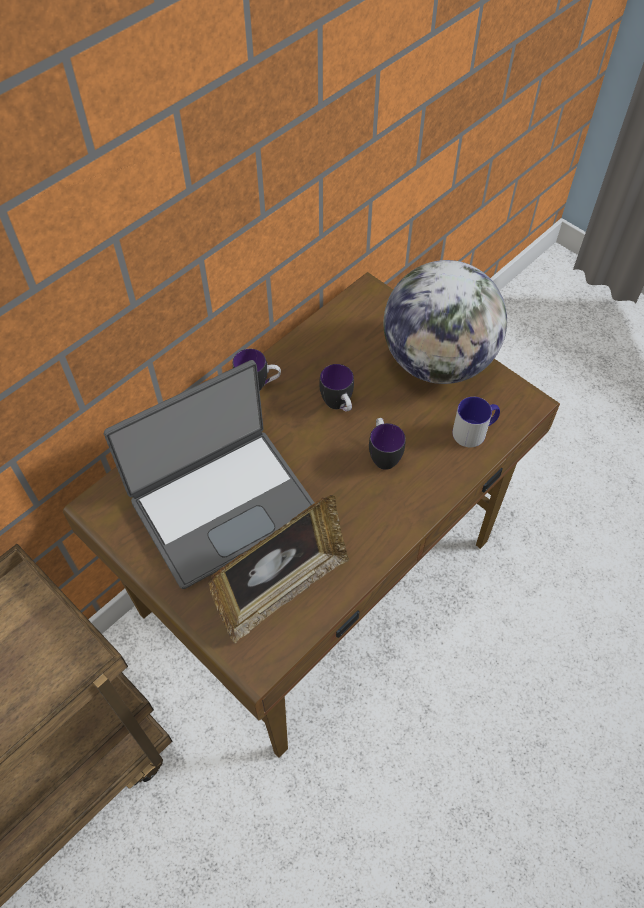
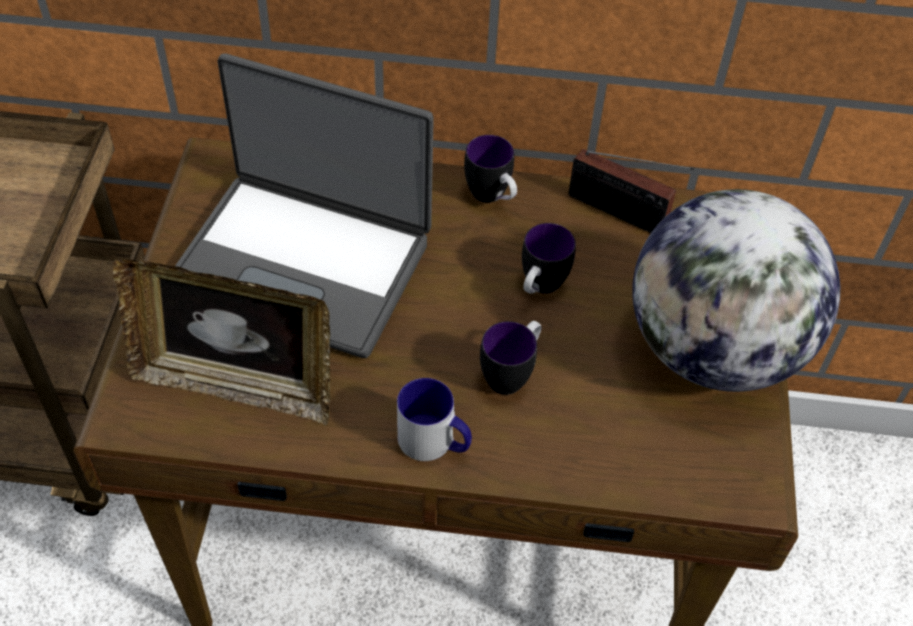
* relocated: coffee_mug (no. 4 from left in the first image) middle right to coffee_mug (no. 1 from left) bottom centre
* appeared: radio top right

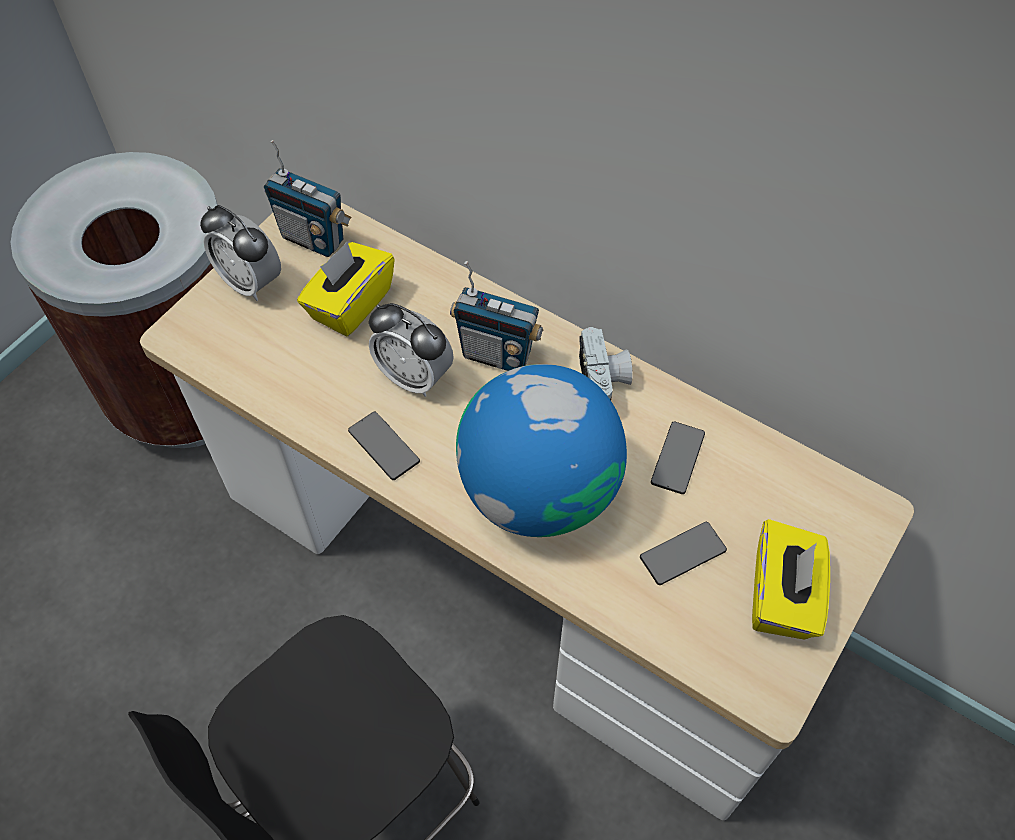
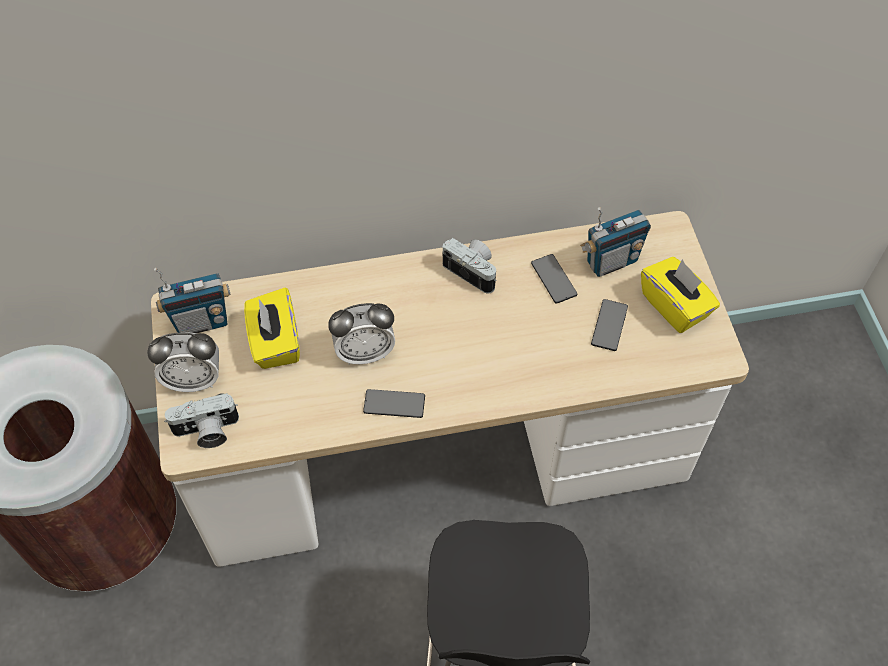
* relocated: radio (no. 2 from left) centre to middle right
* missing: desk_globe centre
* appeared: still_camera (no. 1 from left) middle left

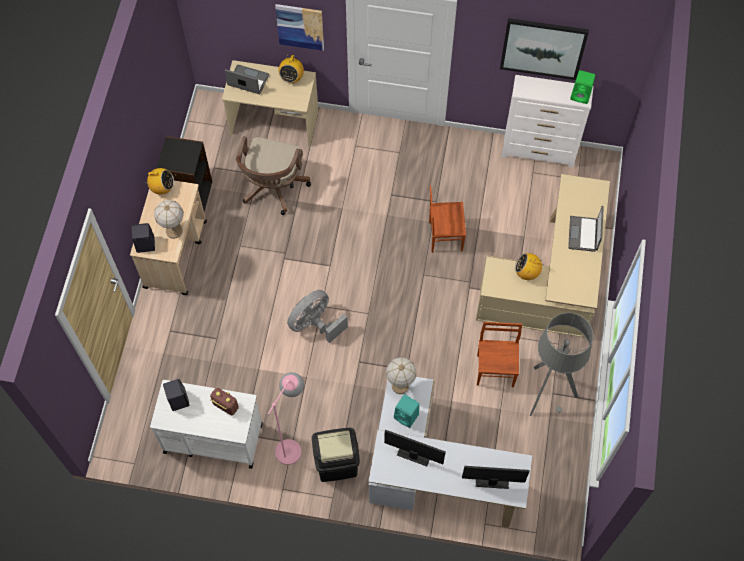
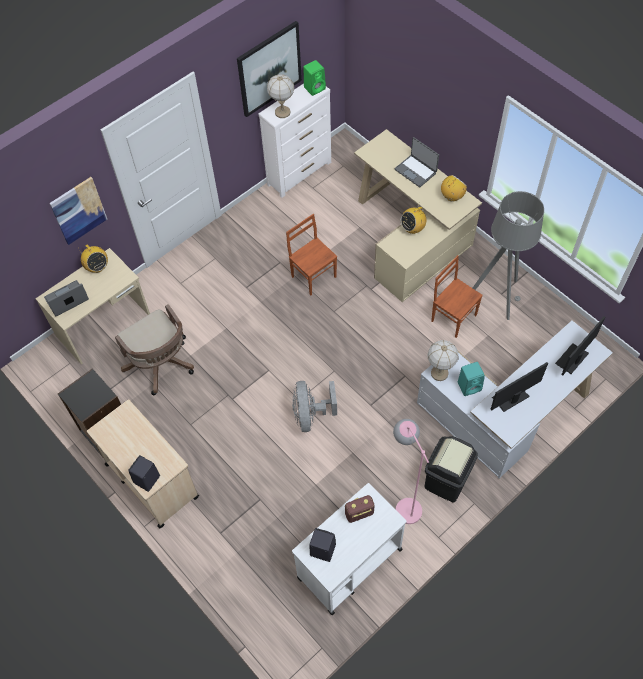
* relocated: radio (no. 1 from left in the first image) top left to radio (no. 4 from left) top right
* spun: brownish_plain_chair (no. 1 from left) centre = centre 105 degrees clockwise
* relocated: tabletop_lamp (no. 1 from left) middle left to top centre

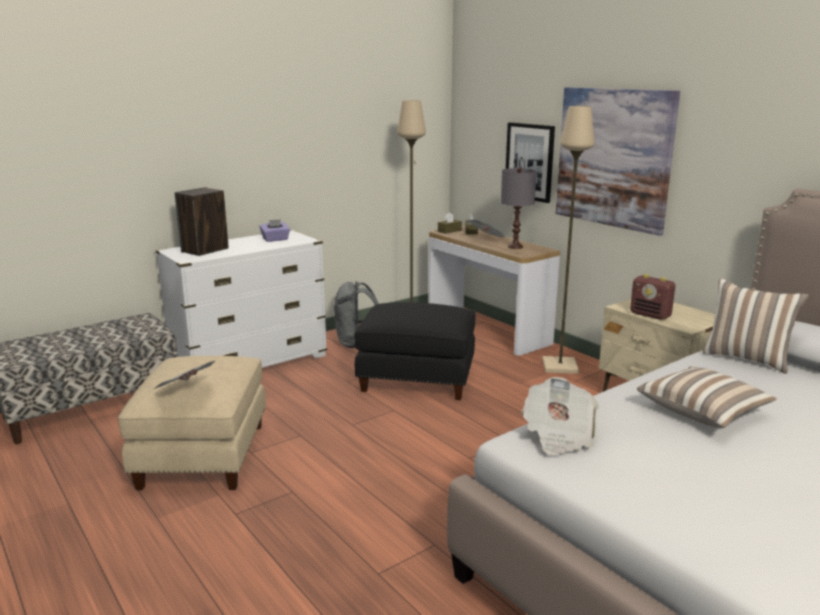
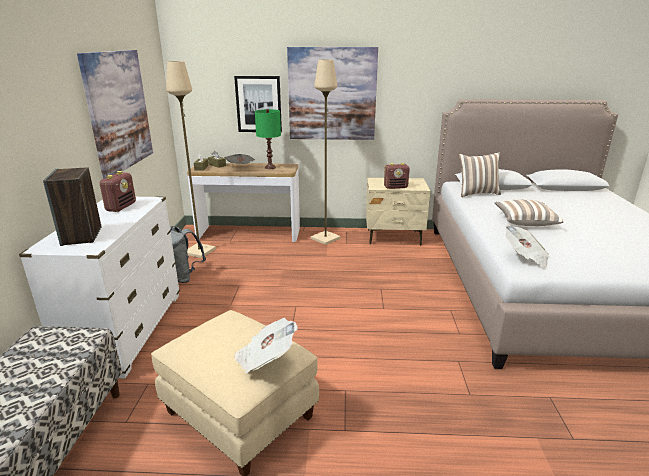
* colour: grey_tabletop_lamp centre to greenish_tabletop_lamp top centre
* exchanged: purple_tissue_box centre to radio (no. 1 from left) middle left
* missing: blackish_pouffe centre
* appeared: wall_art (no. 1 from left) top left

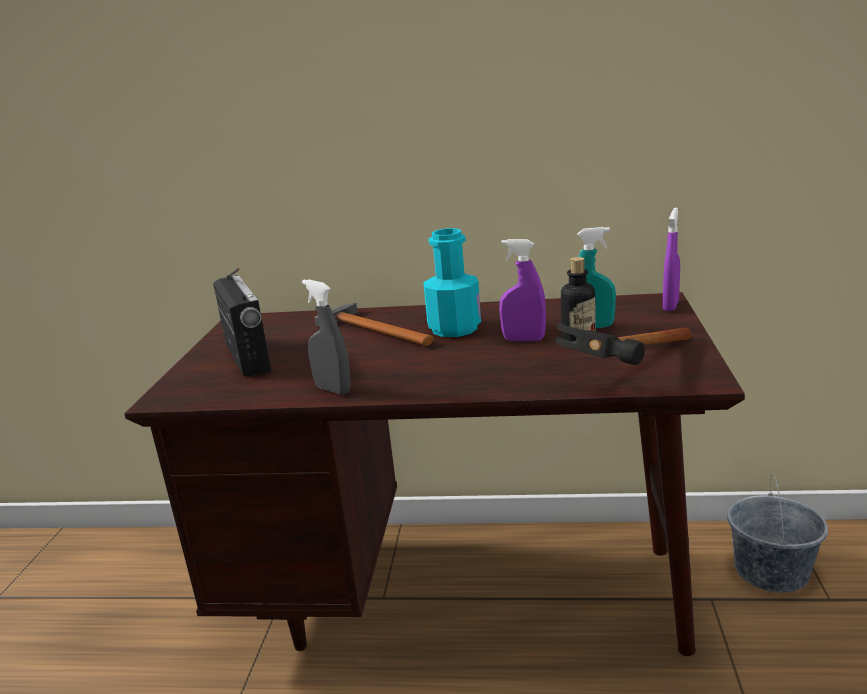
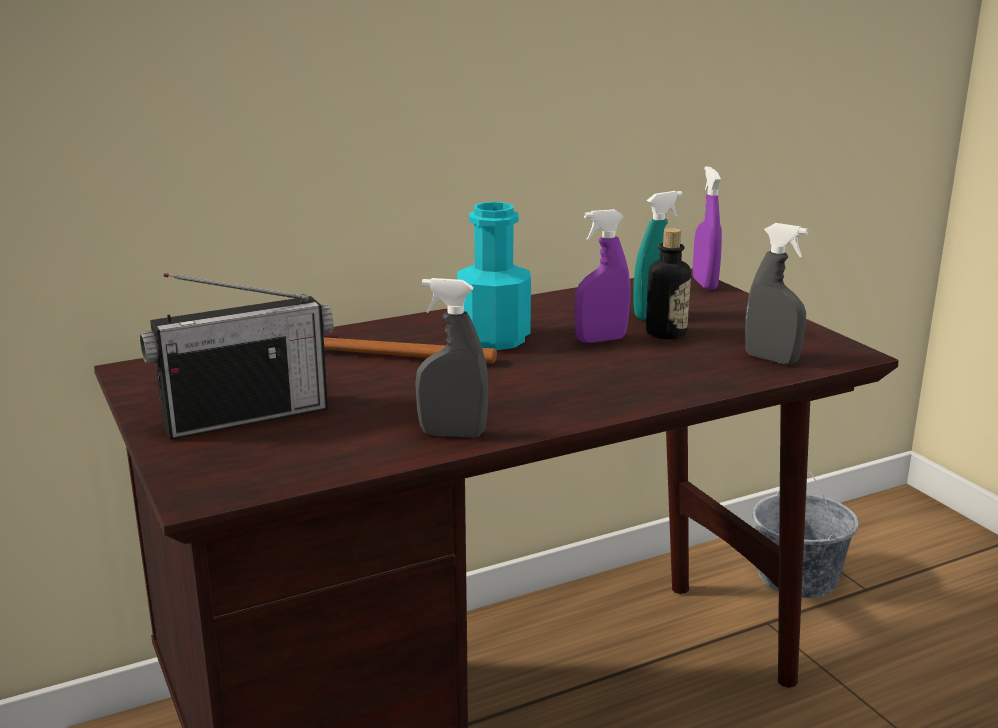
* spun: radio middle left = middle left 120 degrees clockwise
* exchanged: tool_hammer (no. 2 from left) middle right to grey_sprayer (no. 2 from left) middle right

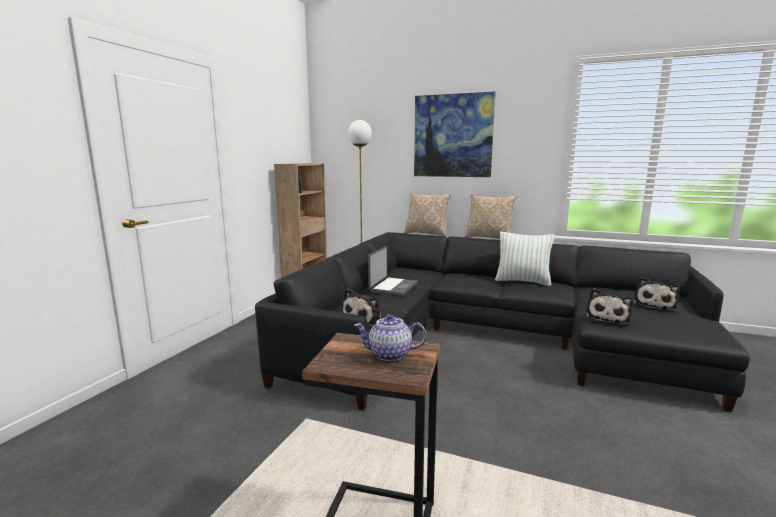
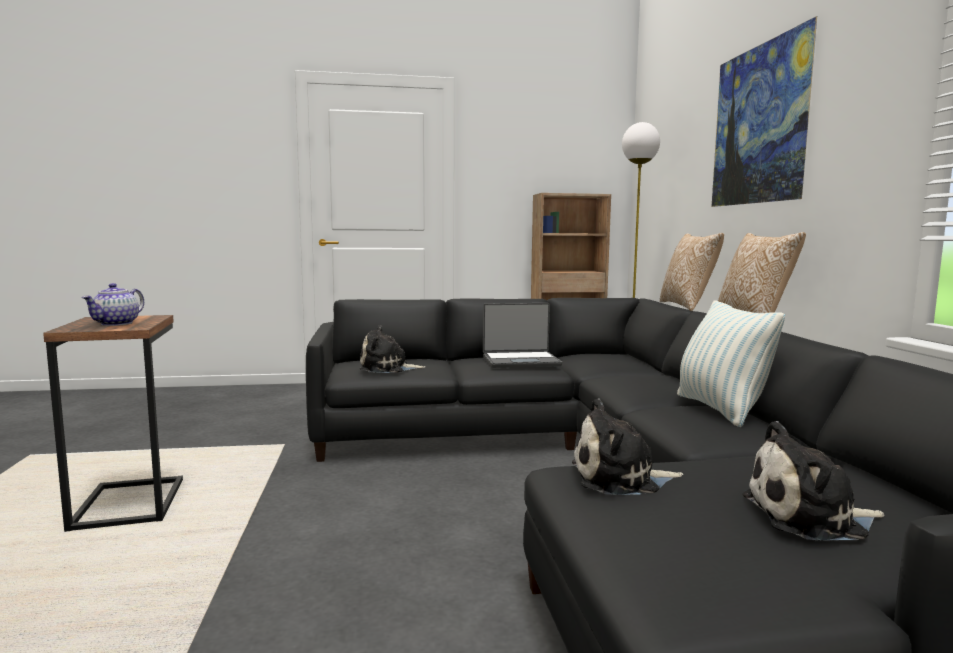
* spun: teapot centre = middle left 135 degrees counterclockwise

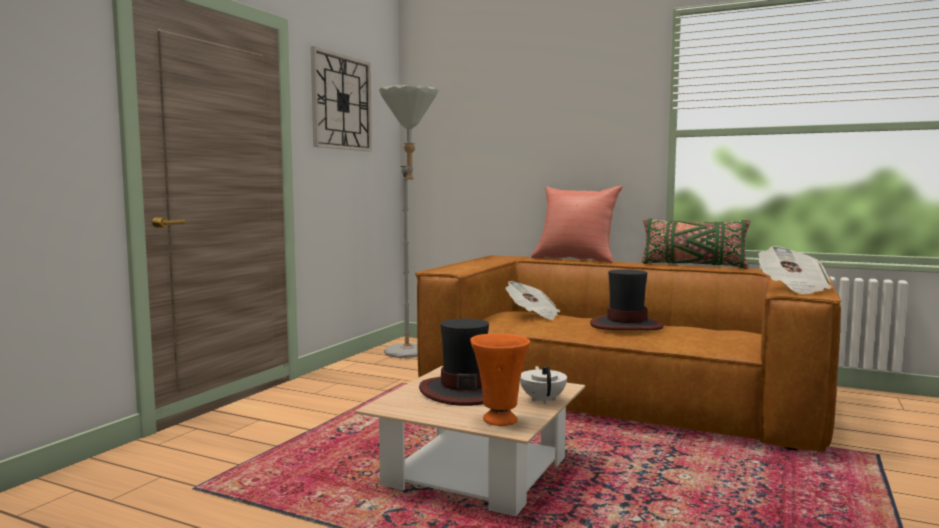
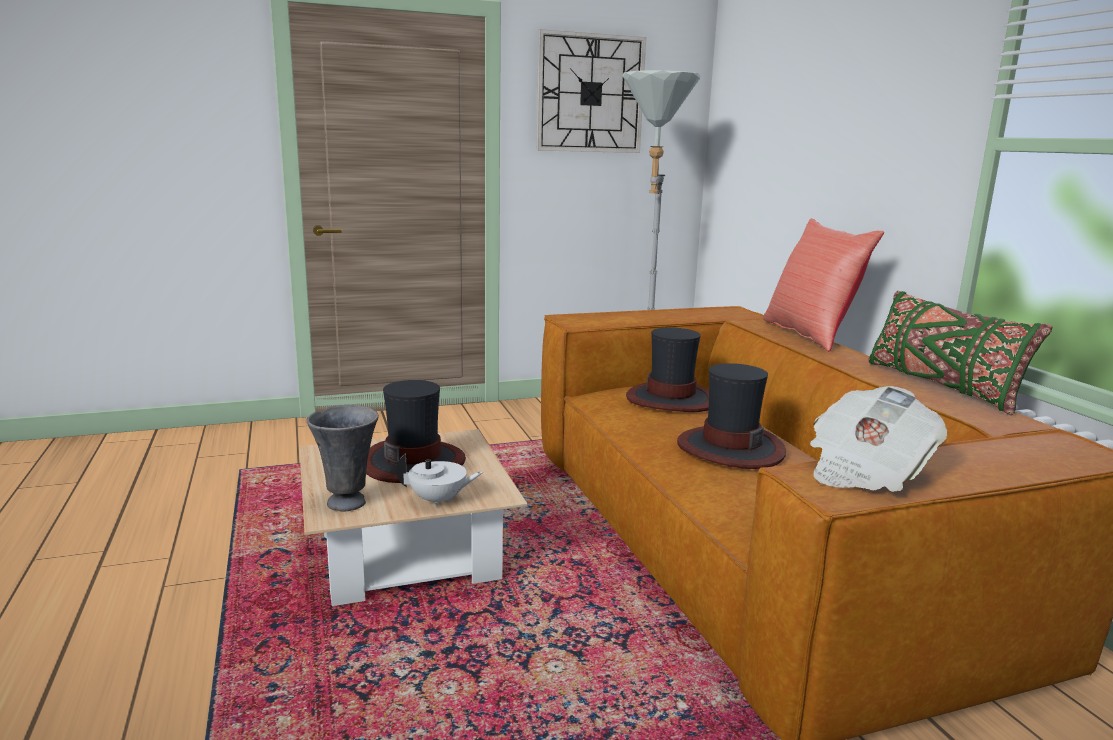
* exchanged: daily_paper (no. 1 from left) centre to clothing_hat (no. 2 from left) centre
* colour: orange-coloured_vase bottom centre to grey_vase middle left
* spun: whitish_teapot bottom centre = centre 45 degrees clockwise

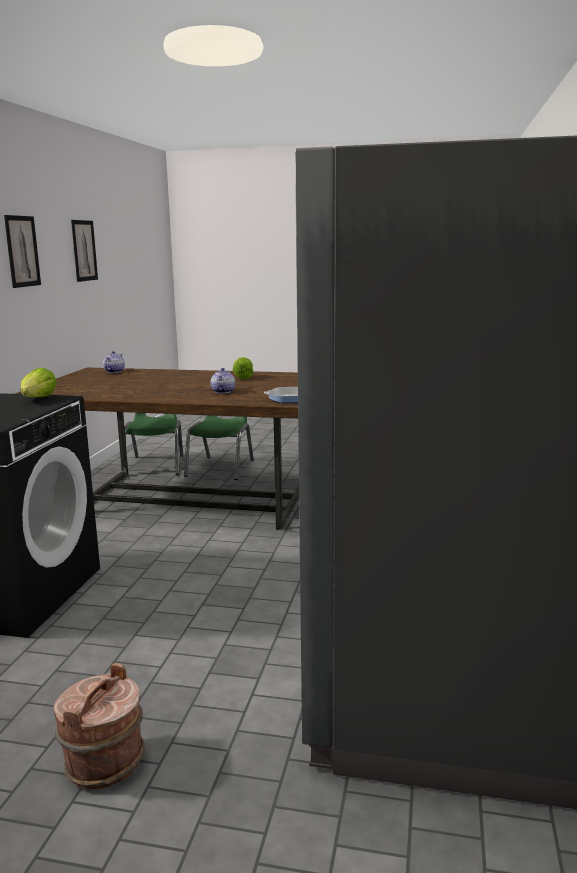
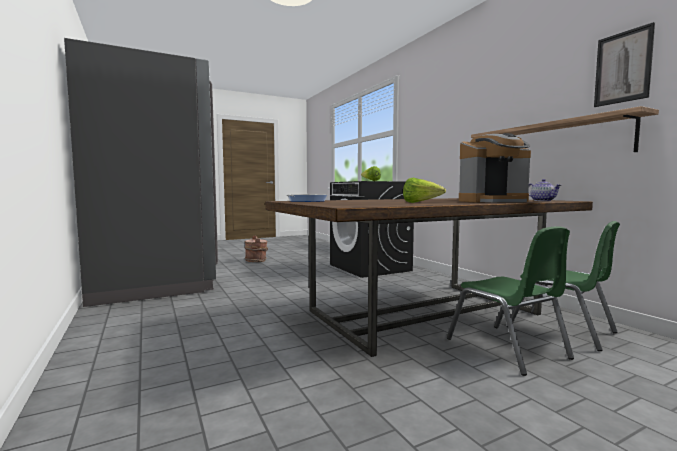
* missing: wall_art (no. 1 from left) top left
* missing: teapot (no. 2 from left) centre
* appeared: bracket_shelf top right
* appeared: coffee_machine middle right

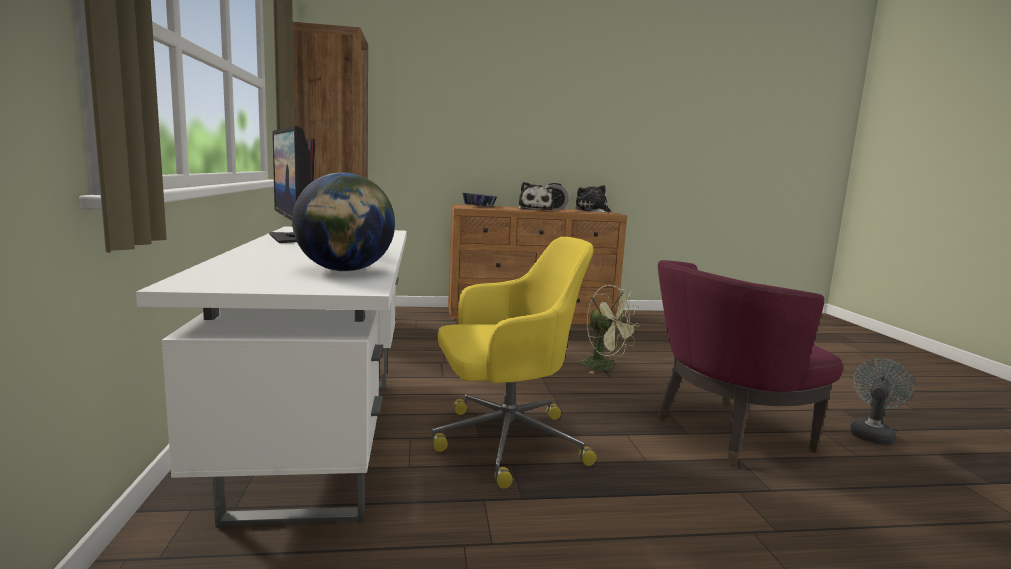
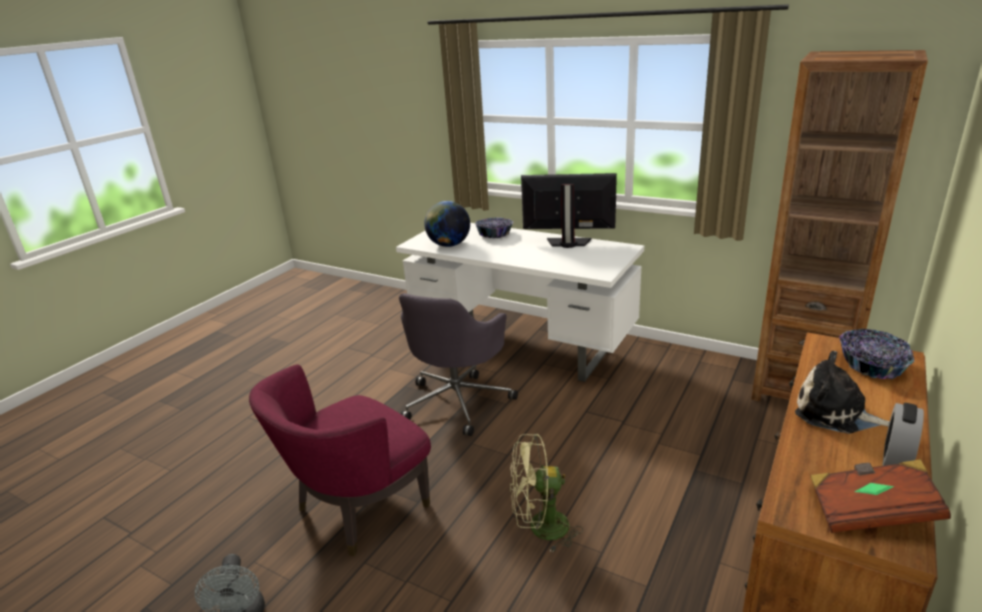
* exchanged: plush_toy (no. 2 from left) centre to brownish_book bottom right
* colour: yellowish_computer_chair centre to grey_computer_chair centre
* spun: purple_lounge_chair middle right = bottom centre 150 degrees counterclockwise
* appeared: deep_dish (no. 1 from left) centre

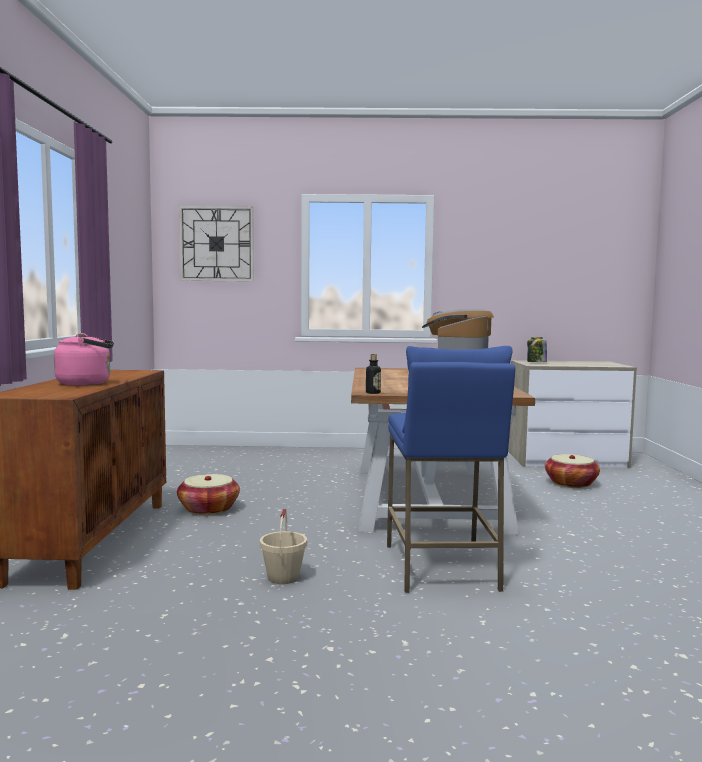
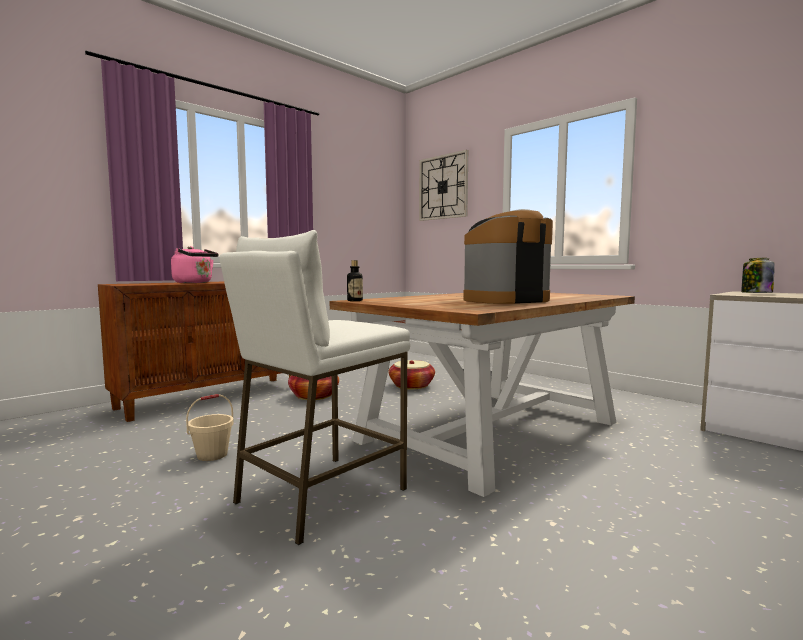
* colour: bluish_stool_seat centre to whitish_stool_seat centre
* relocated: basket (no. 2 from left) middle right to centre

